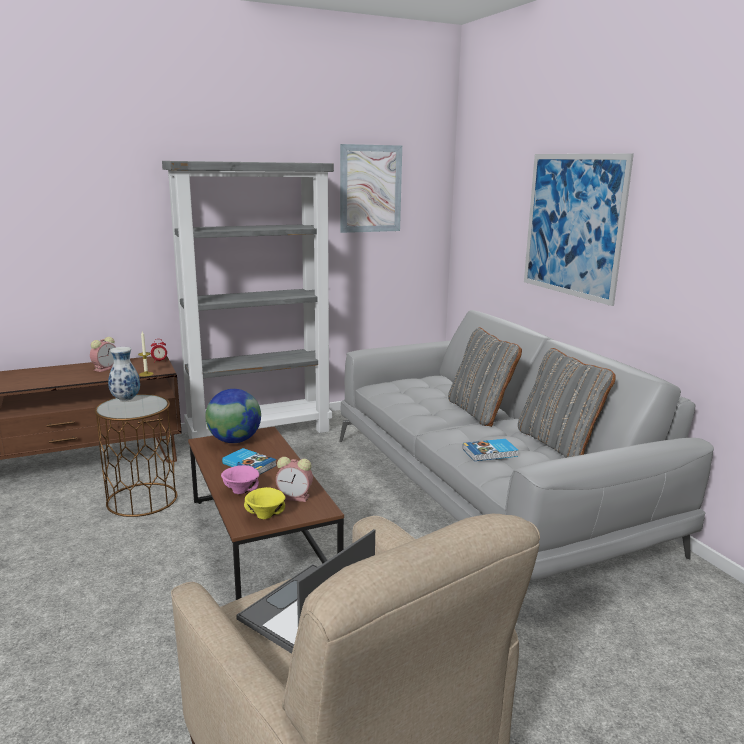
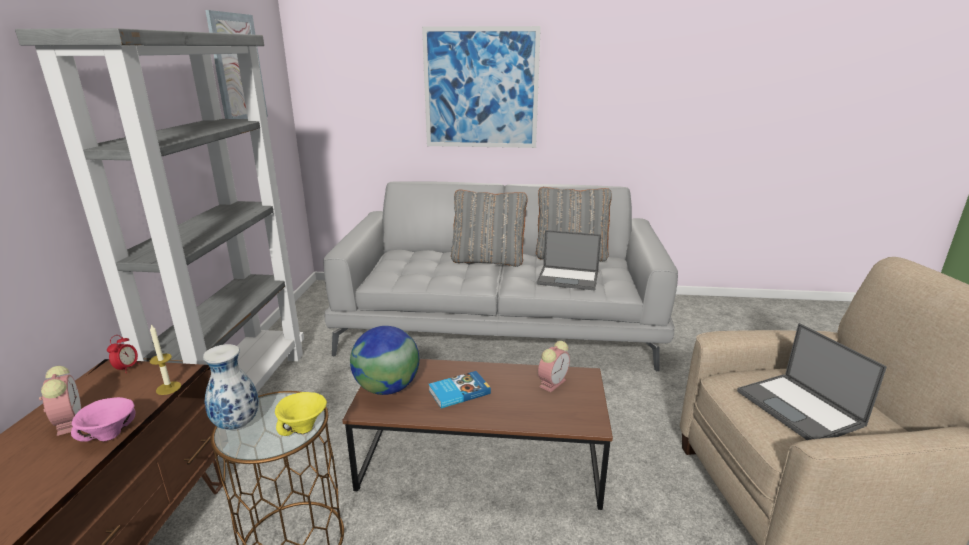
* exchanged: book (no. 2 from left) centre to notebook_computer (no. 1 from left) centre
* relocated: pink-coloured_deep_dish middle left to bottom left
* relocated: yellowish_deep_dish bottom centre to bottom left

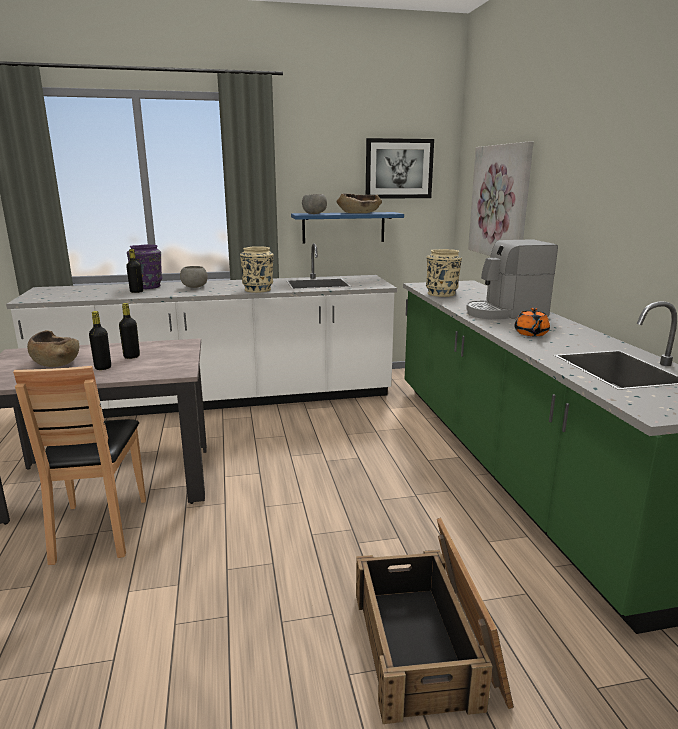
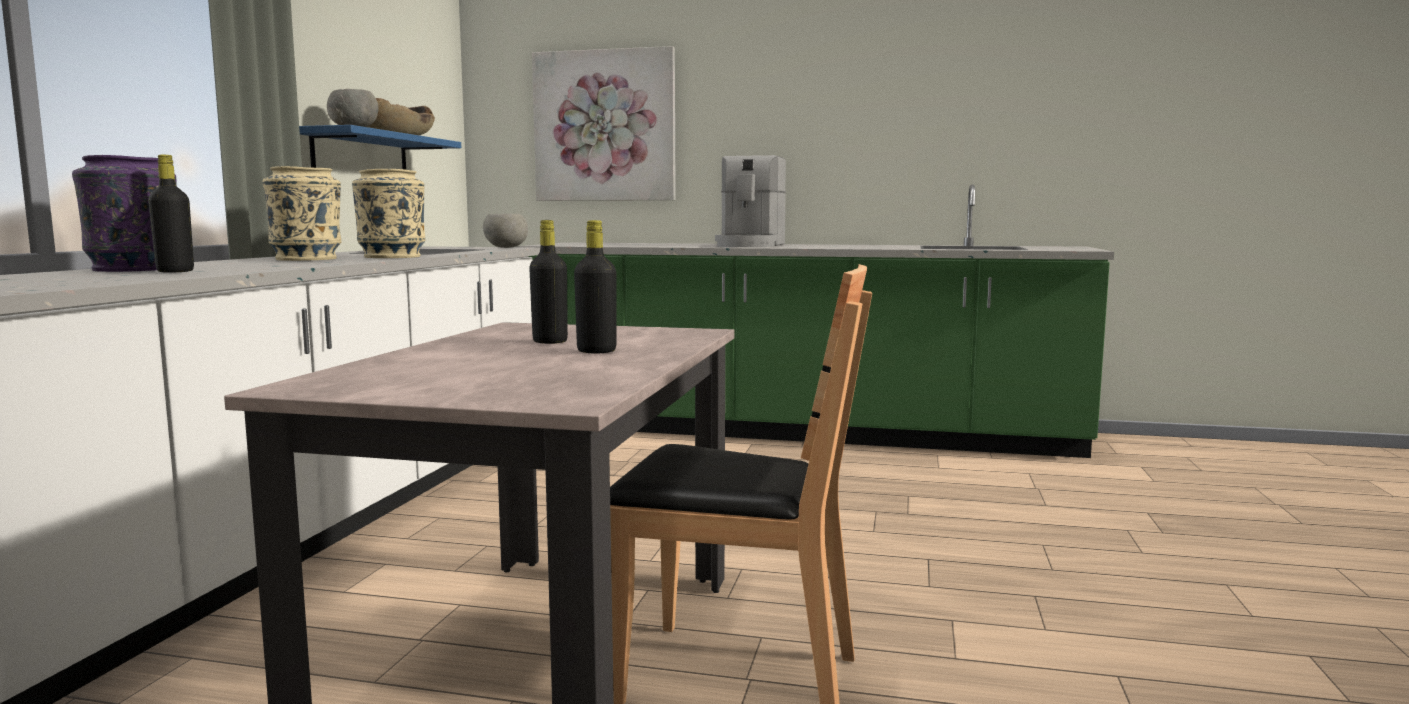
* missing: wall_art (no. 1 from left) top centre
* relocated: beige_vase (no. 2 from left in the first image) centre to beige_vase (no. 1 from left) top left
* relocated: grey_deep_dish (no. 1 from left in the first image) middle left to grey_deep_dish (no. 2 from left) top centre
* missing: orange-coloured_teapot middle right
* missing: brownish_deep_dish (no. 1 from left) middle left
* missing: packing_crate bottom centre

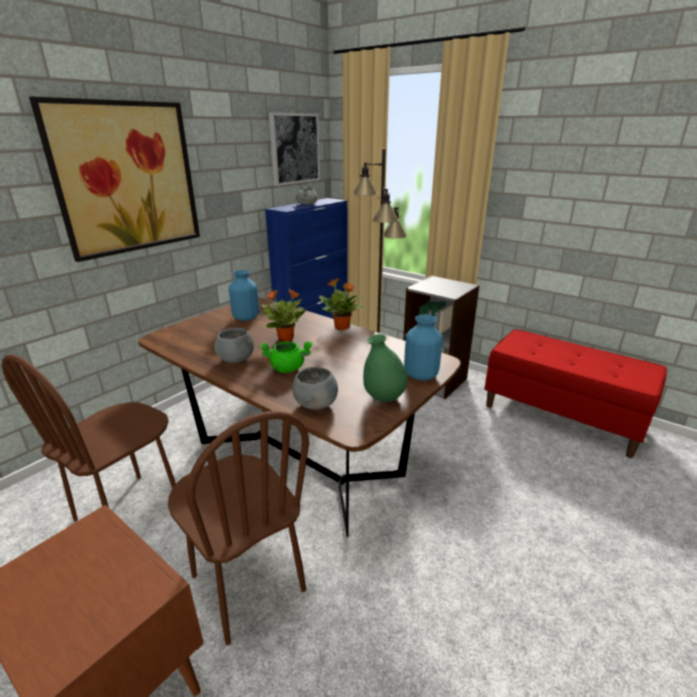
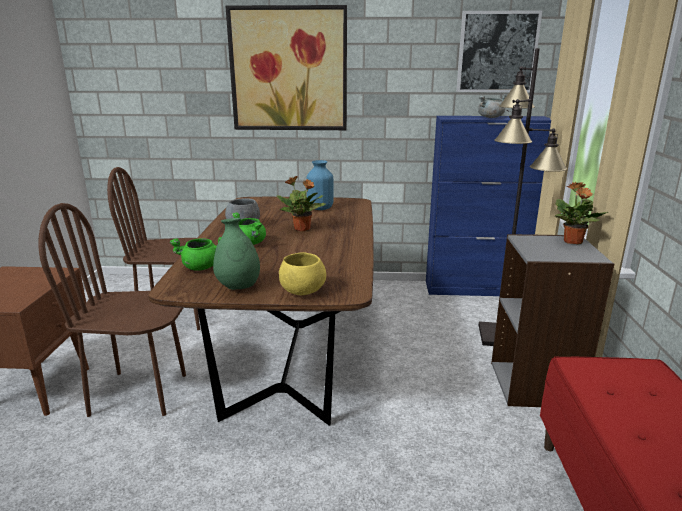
* relocated: houseplant (no. 2 from left) centre to middle right
* exchanged: bluish_vase (no. 2 from left) centre to yellowish_deep_dish centre
* exchanged: grey_deep_dish (no. 2 from left) centre to greenish_stockpot (no. 1 from left) middle left
* spun: brownish_plain_chair (no. 2 from left in the first image) bottom centre = middle left 75 degrees clockwise

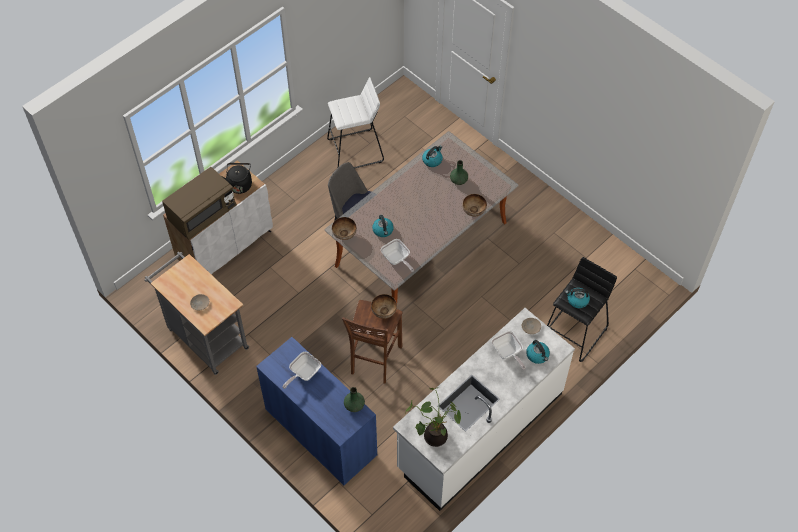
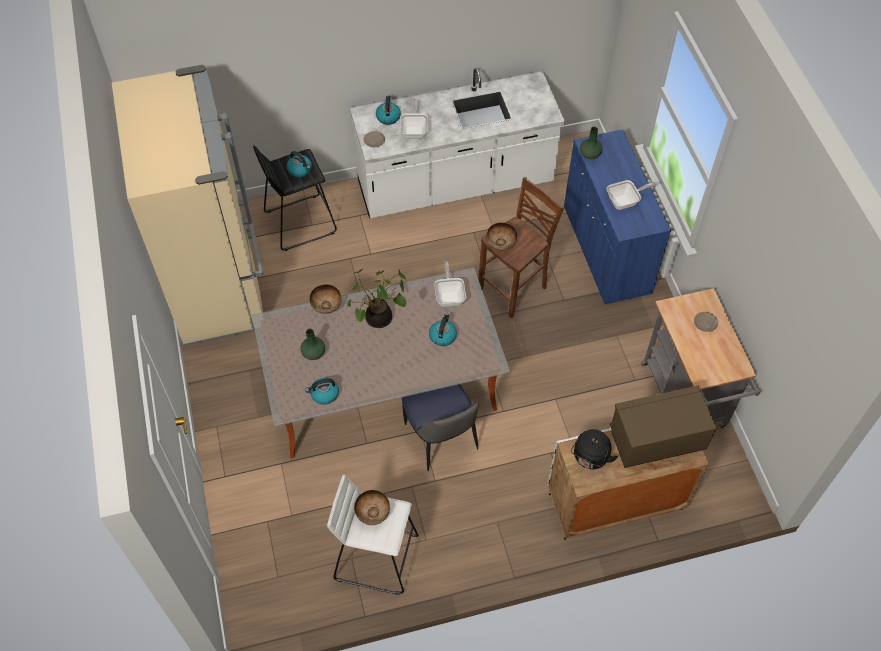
* relocated: deep_dish (no. 1 from left in the first image) centre to deep_dish (no. 2 from left) bottom centre
* relocated: houseplant bottom centre to centre
* appeared: beige_fridge top left

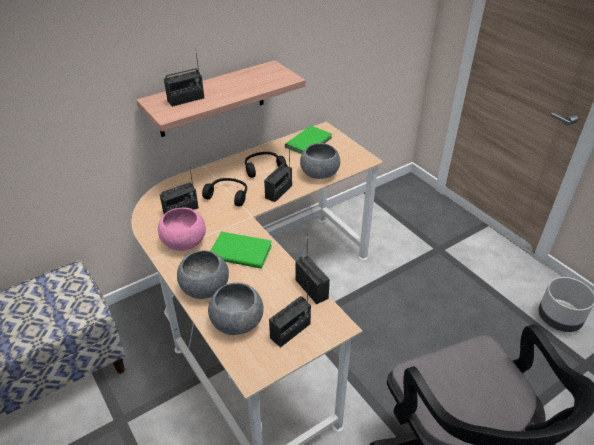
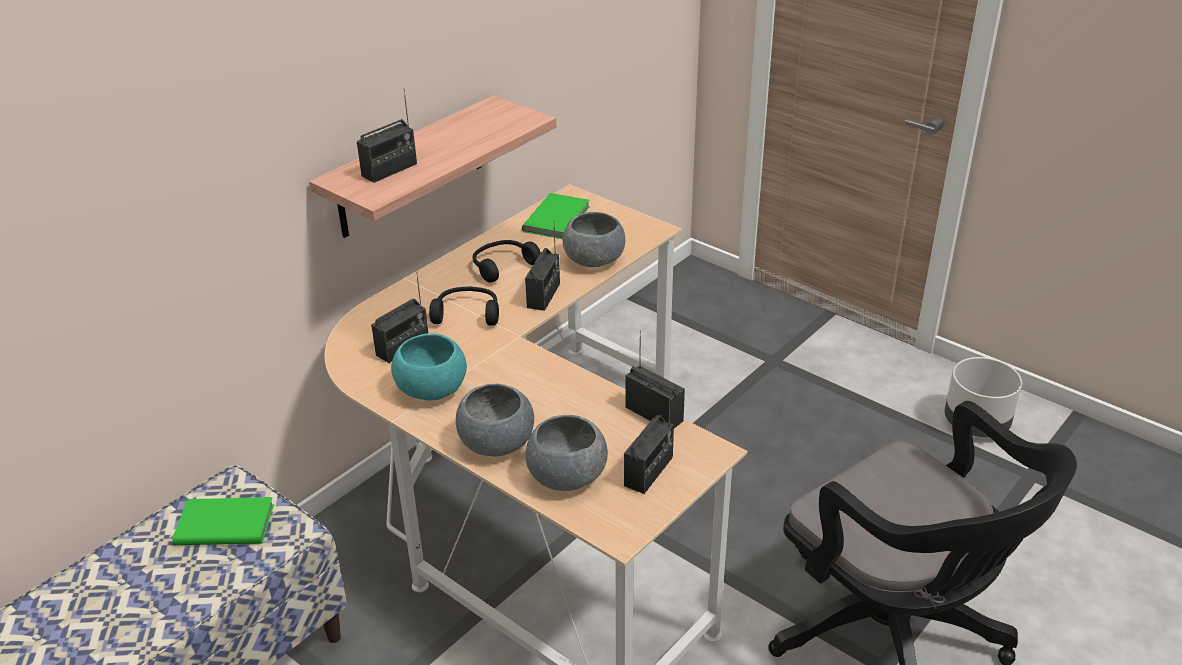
* colour: pink-coloured_deep_dish middle left to turquoise_deep_dish centre
* relocated: greenish_book (no. 1 from left) centre to bottom left

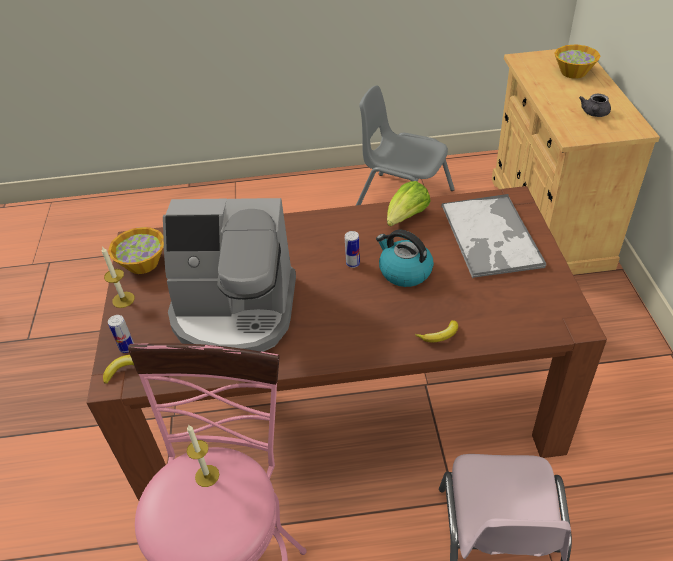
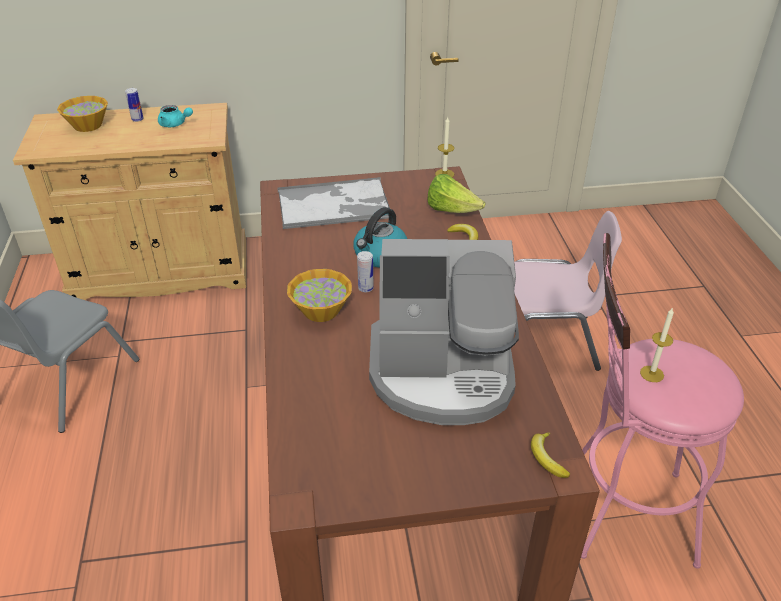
* colour: grey_teapot top right to turquoise_teapot top left
* relocated: head_of_lettuce centre to top centre
* spun: coffee_machine centre = centre 90 degrees clockwise
* relocated: deep_dish (no. 1 from left in the first image) middle left to deep_dish (no. 2 from left) centre
* relocated: wax_light (no. 1 from left) middle left to top centre
* relocated: metal_can (no. 1 from left) middle left to top left

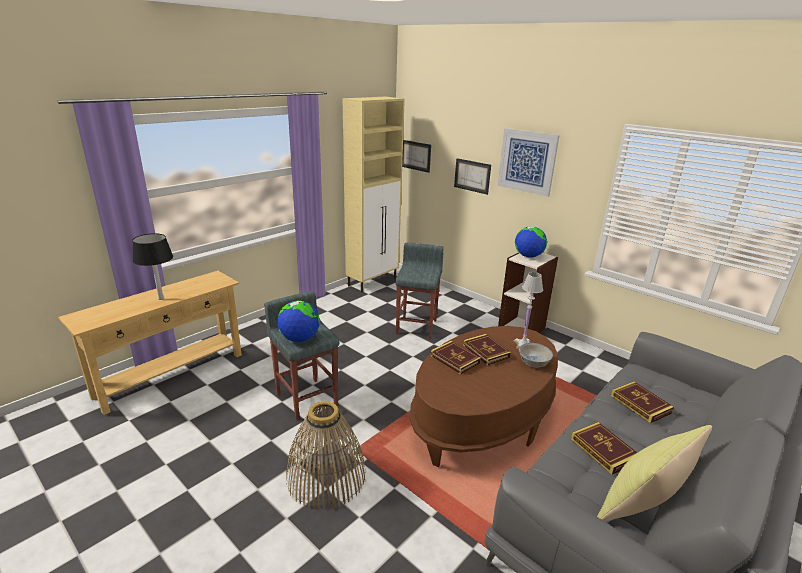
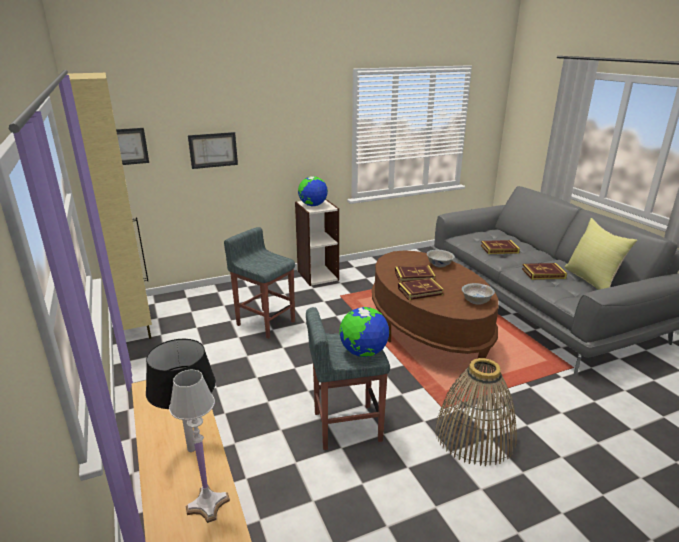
* missing: wall_art (no. 3 from left) top centre
* relocated: whitish_tabletop_lamp centre to bottom left
* appeared: whitish_deep_dish (no. 2 from left) middle right

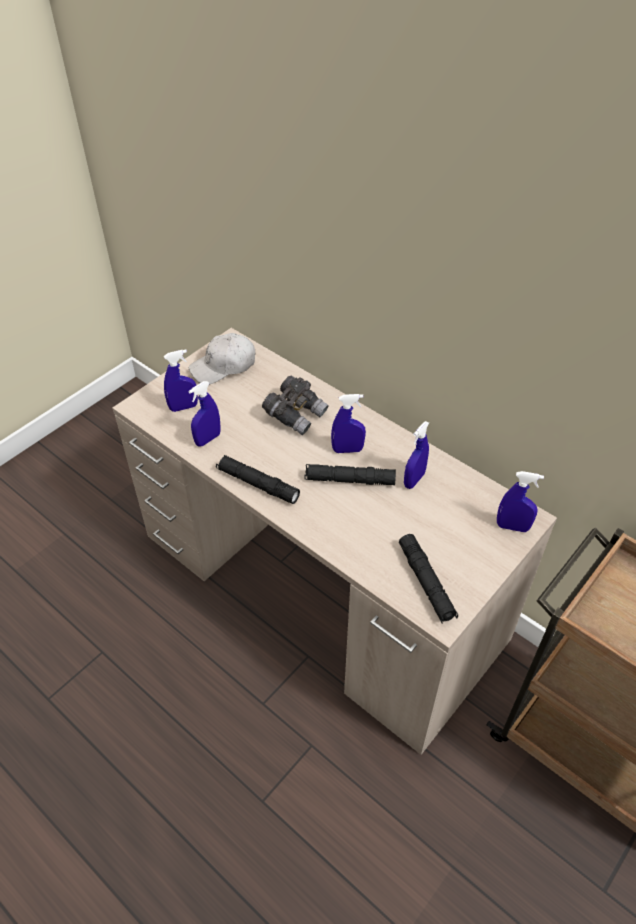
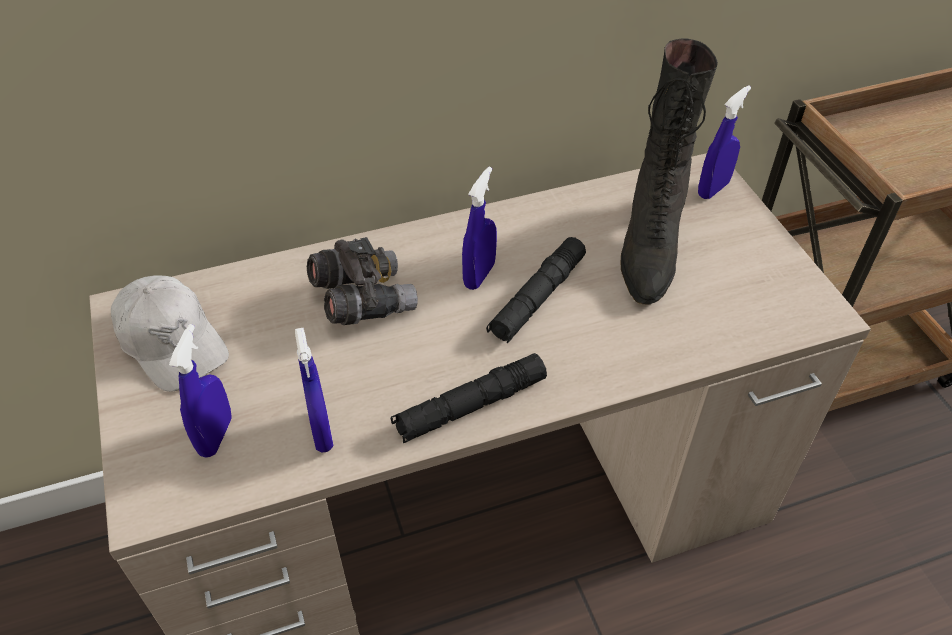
* spun: whitish_peaked_cap centre = middle left 45 degrees counterclockwise
* missing: bluish_sprayer (no. 4 from left) centre
* missing: blackish_torch (no. 3 from left) middle right
* appeared: blackish_boot top right

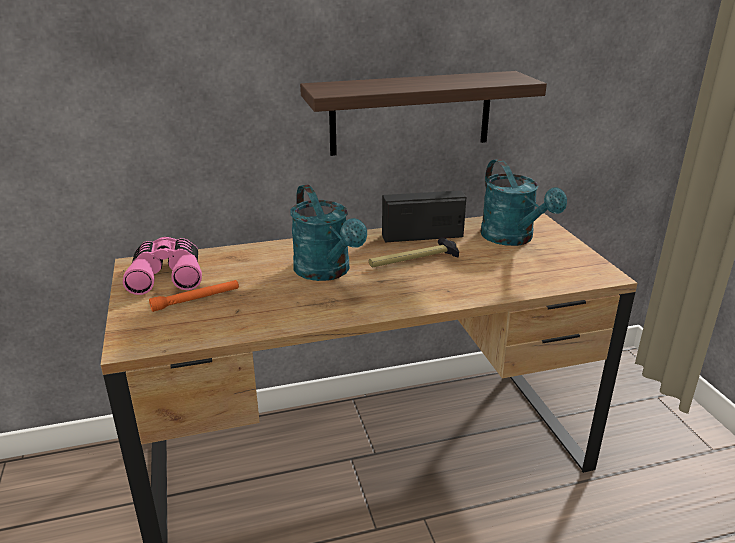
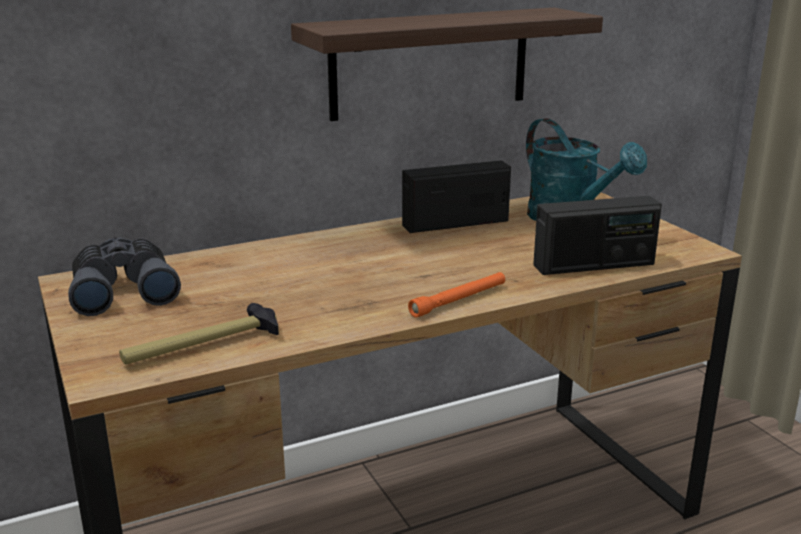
* missing: turquoise_watering_pot (no. 1 from left) centre
* colour: pink-coloured_binoculars middle left to grey_binoculars middle left
* relocated: tool_hammer centre to middle left
* relocated: orange-coloured_torch middle left to centre
* appeared: radio (no. 2 from left) middle right

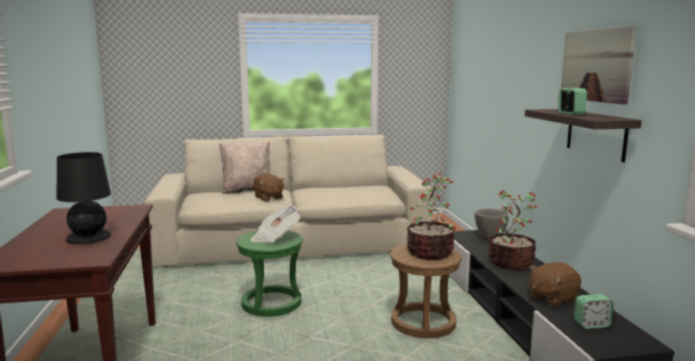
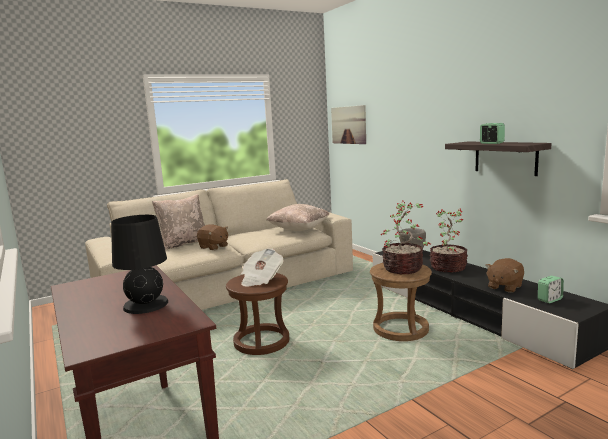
* relocated: wall_art top right to top centre
* colour: greenish_stool_seat bottom centre to brownish_stool_seat (no. 1 from left) bottom centre
* appeared: beige_throw_pillow (no. 2 from left) centre

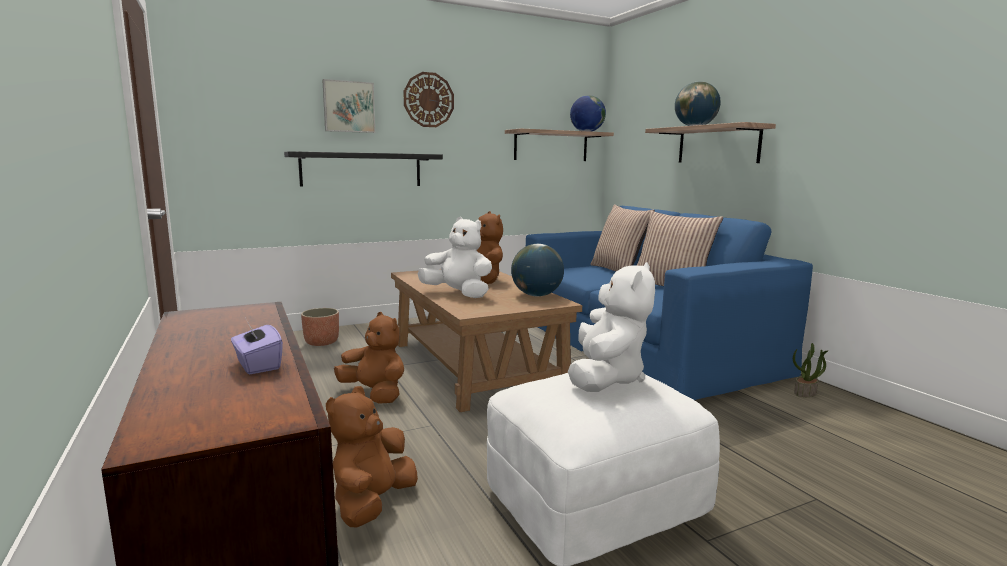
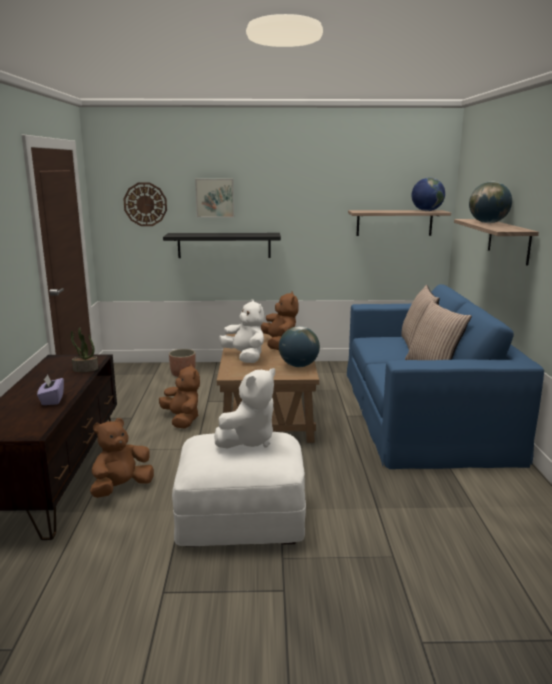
* relocated: hanging_clock top centre to top left
* relocated: houseplant middle right to middle left

